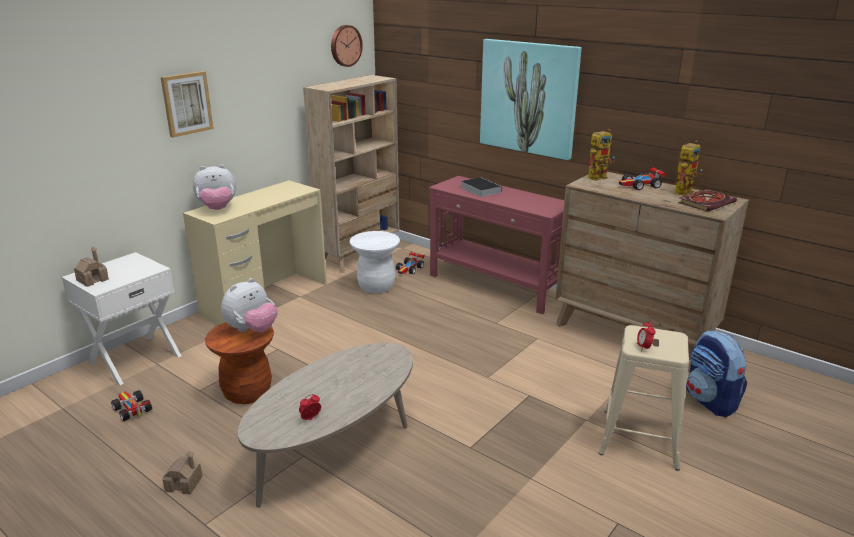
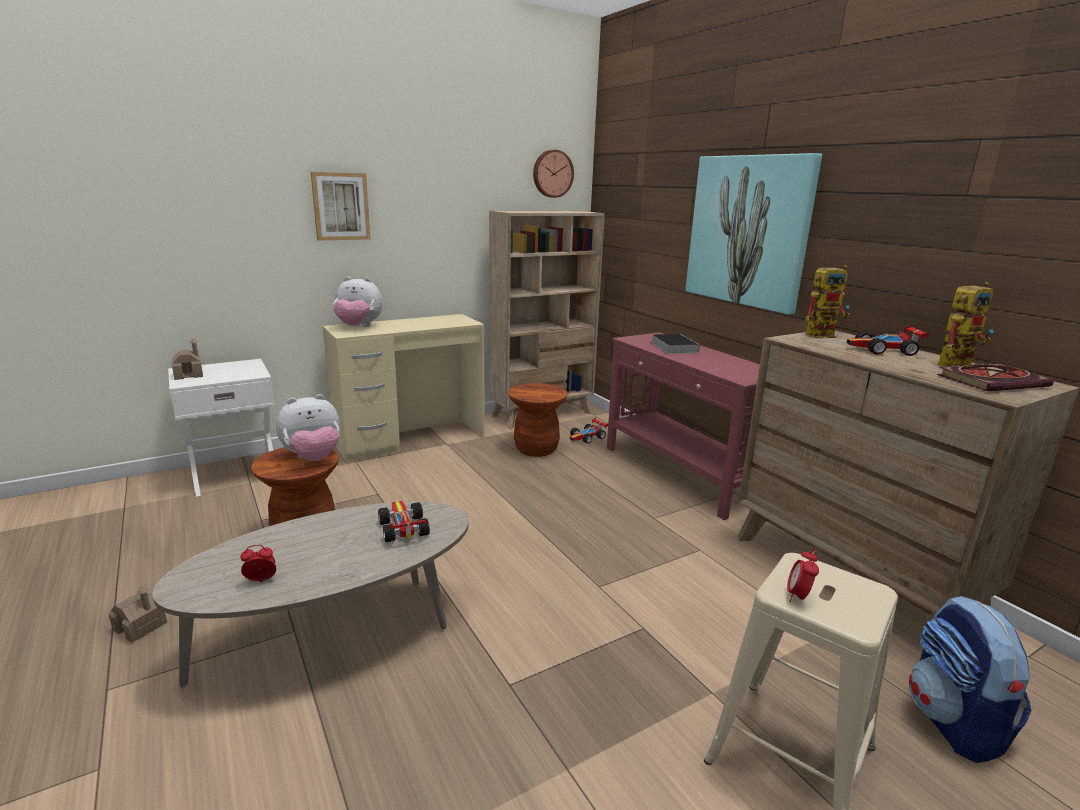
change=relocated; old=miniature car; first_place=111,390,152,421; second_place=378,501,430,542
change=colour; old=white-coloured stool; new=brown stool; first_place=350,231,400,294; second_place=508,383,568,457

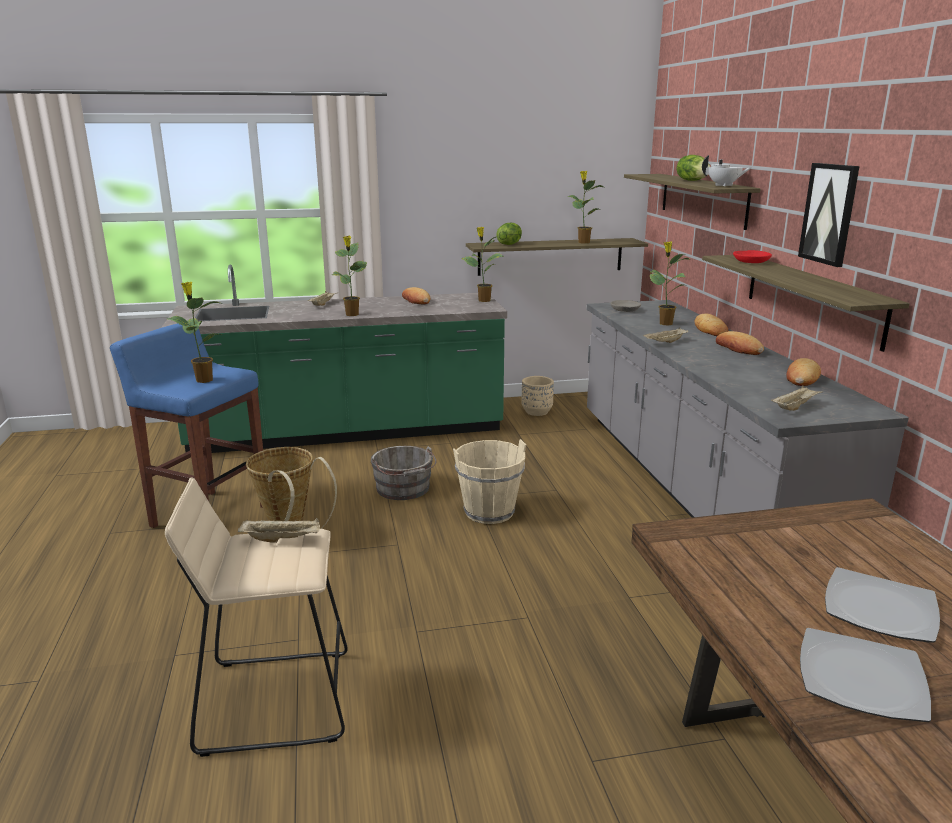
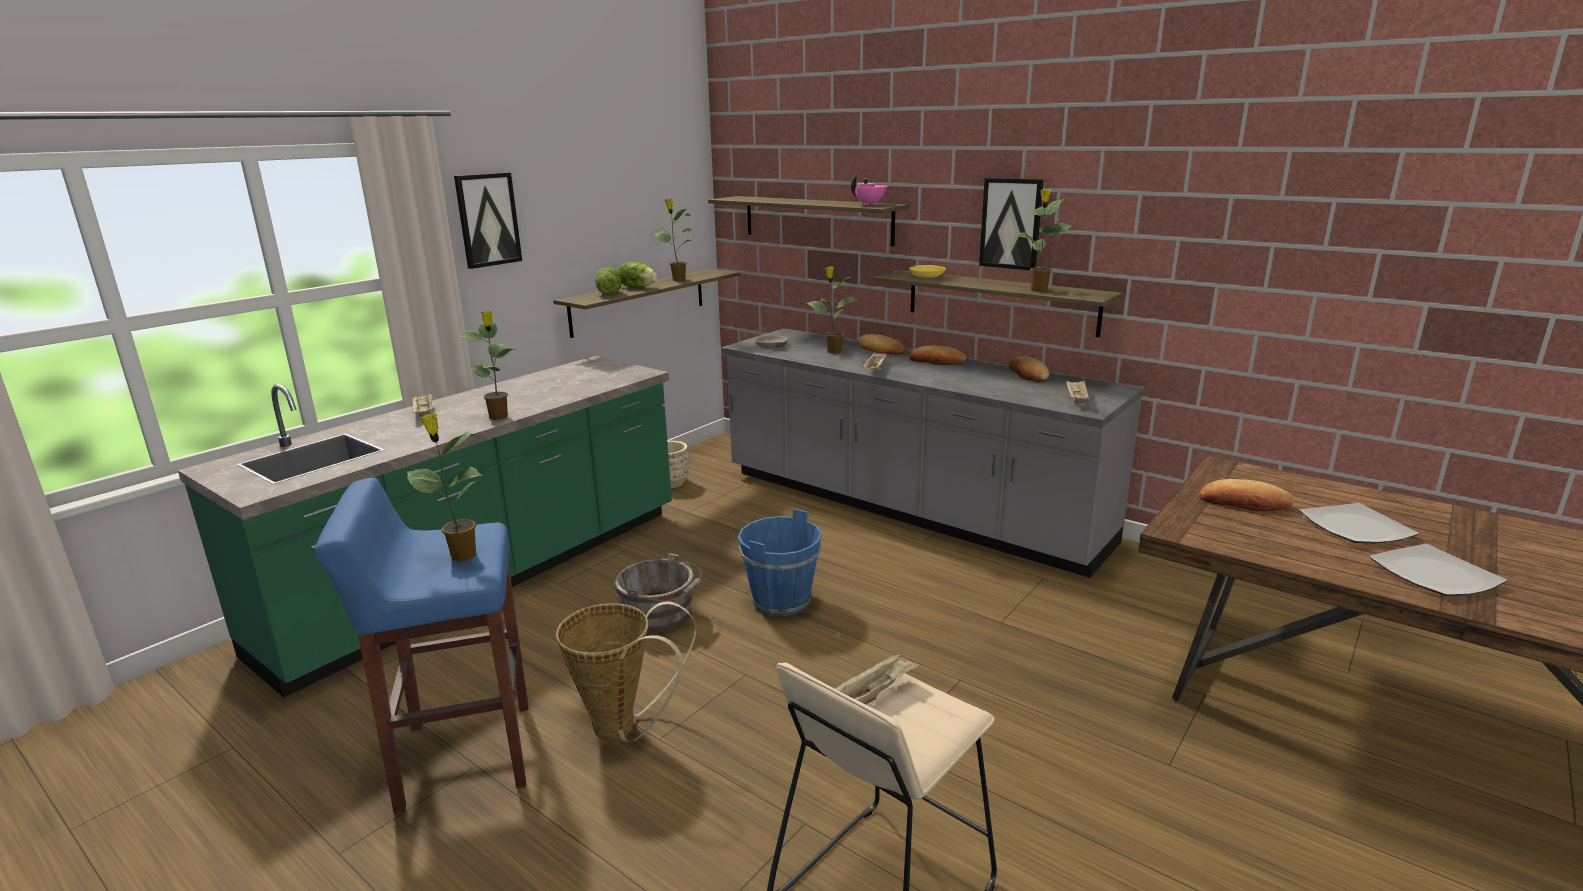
change=appeared; new=wall picture; second_place=454,172,522,269
change=relocated; old=lettuce; first_place=677,155,710,181; second_place=617,262,657,288
change=colour; old=beige bucket; new=bluish bucket; first_place=453,439,526,524; second_place=738,508,822,616
change=colour; old=white-coloured tea pot; new=pinkish tea pot; first_place=702,155,751,186; second_place=851,175,889,205
change=colour; old=reddish serving bowl; new=yellow serving bowl; first_place=733,250,772,263; second_place=909,265,946,278
change=relocated; old=houseplant; first_place=461,227,503,302; second_place=1015,188,1072,292
change=relocated; old=baked bread; first_place=402,287,431,305; second_place=1200,479,1294,511

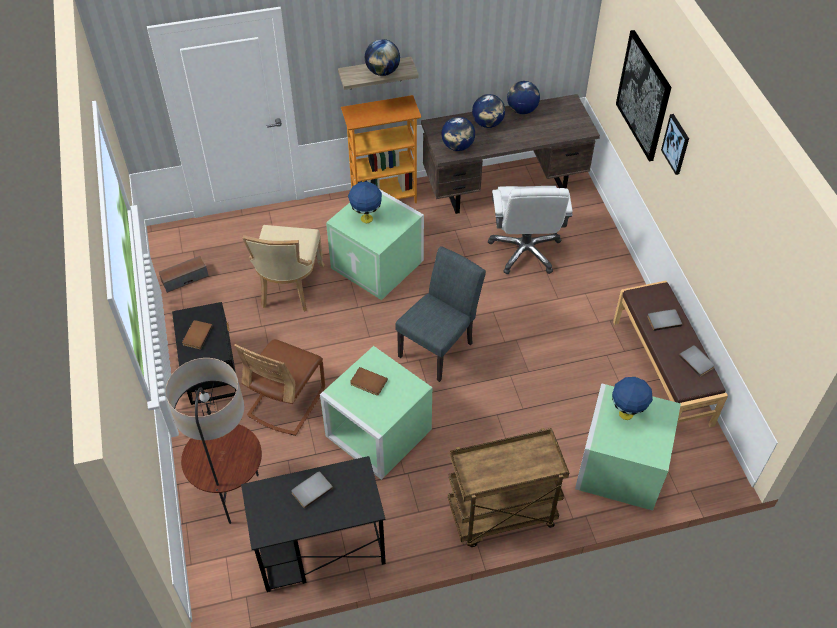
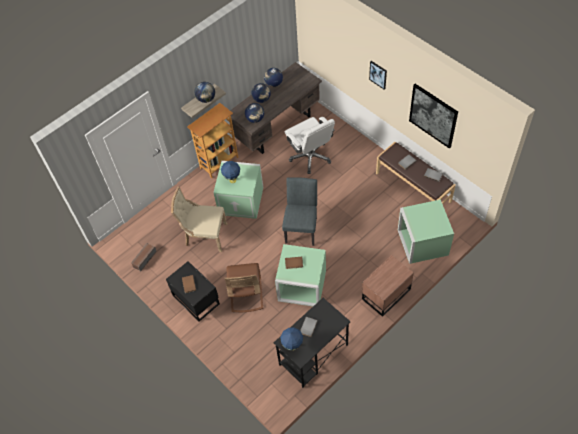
change=spun; old=beige chair; first_place=243,225,324,312; second_place=171,187,228,252; degrees=120
change=relocated; old=bluish lamp for a table; first_place=612,377,653,420; second_place=280,327,303,351
change=exchanged; old=brown trolley; new=brown nightstand; first_place=448,428,569,547; second_place=362,255,414,317
change=relocated; old=wall picture; first_place=616,30,671,161; second_place=409,84,458,149
change=missing; old=standing lamp; first_place=166,358,262,524

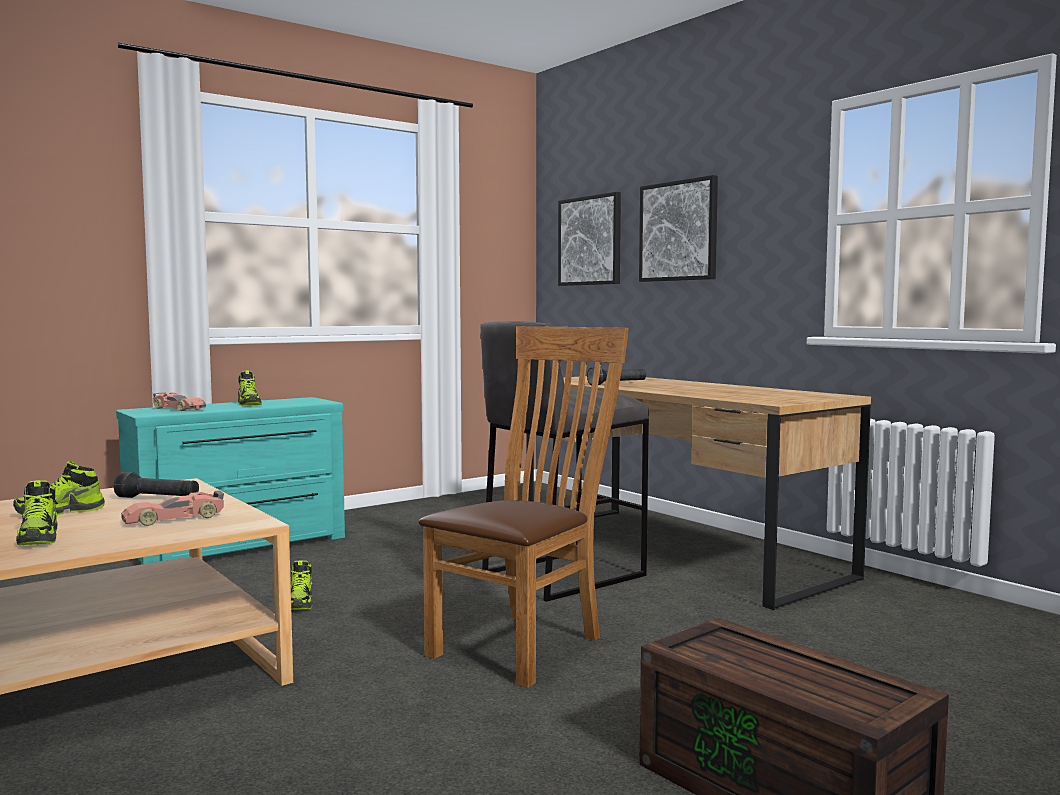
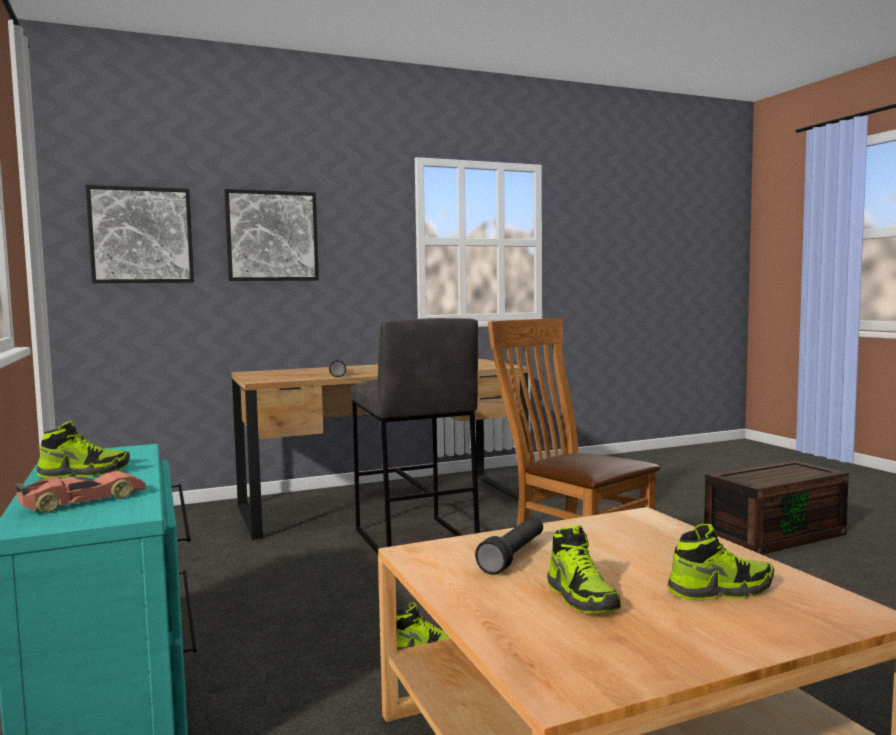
change=missing; old=miniature car; first_place=121,490,224,526

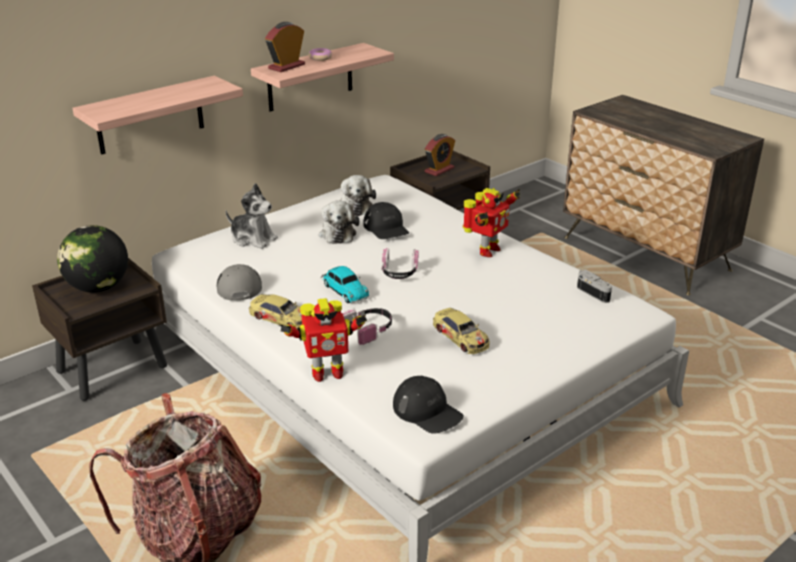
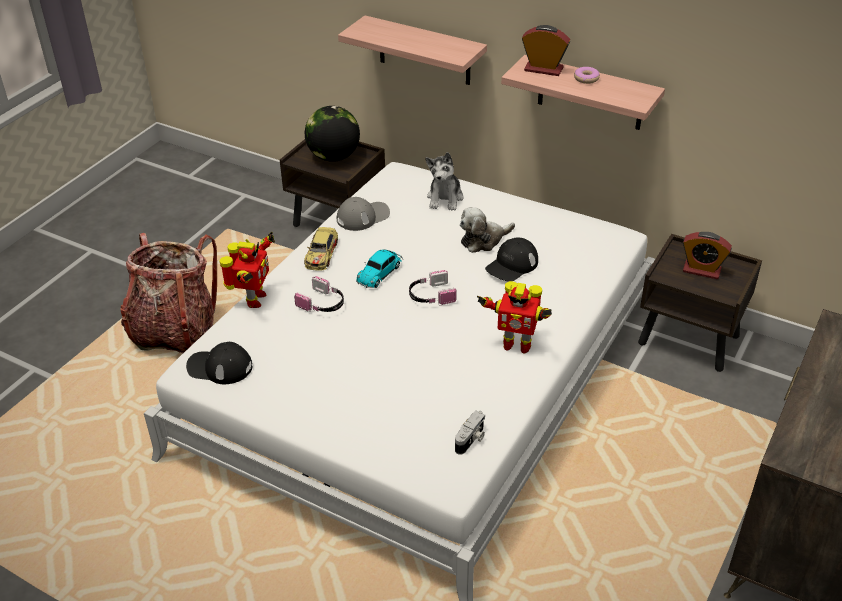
change=spun; old=black peaked cap; first_place=393,376,464,434; second_place=186,342,252,384; degrees=75
change=spun; old=model robot; first_place=279,298,367,382; second_place=220,232,275,308; degrees=-135
change=missing; old=soft toy; first_place=341,175,376,216
change=missing; old=miniature car; first_place=433,308,490,354

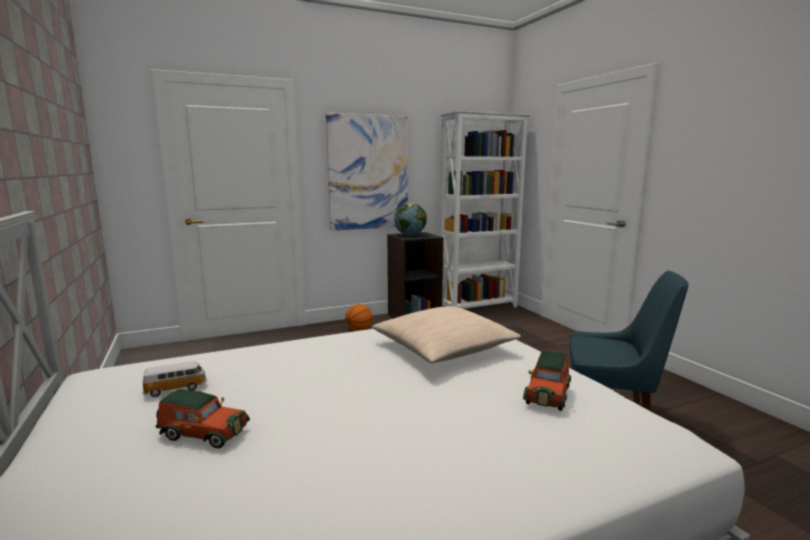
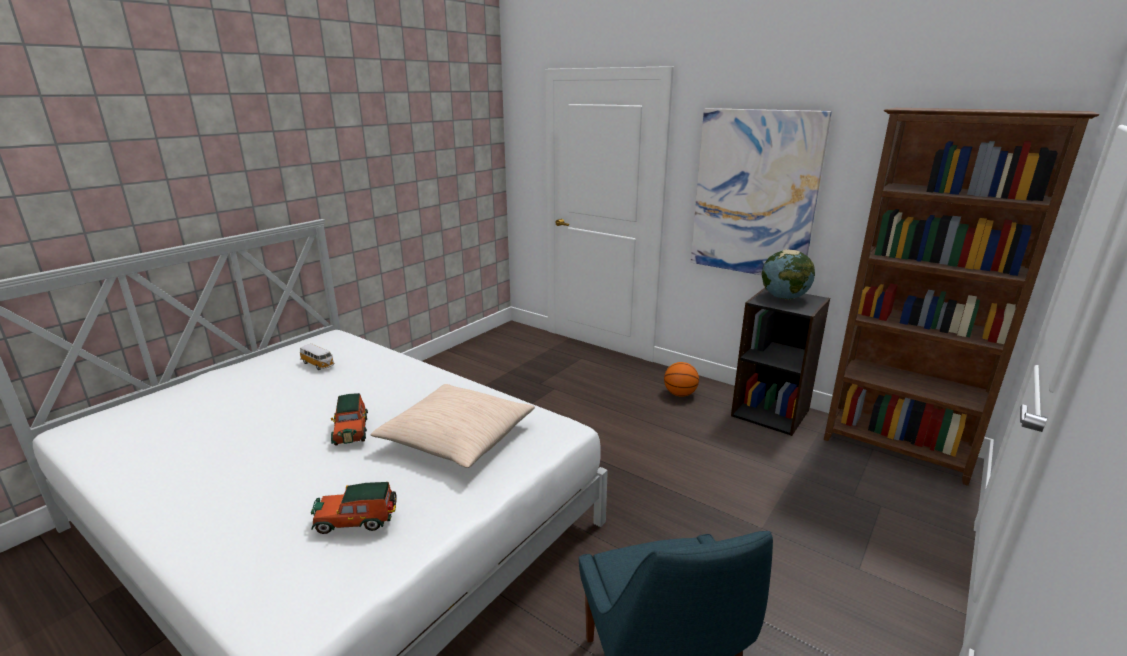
change=relocated; old=miniature car; first_place=156,389,250,448; second_place=331,393,368,445
change=colour; old=white-coloured bookcase; new=brown bookcase; first_place=440,111,531,309; second_place=824,108,1100,486

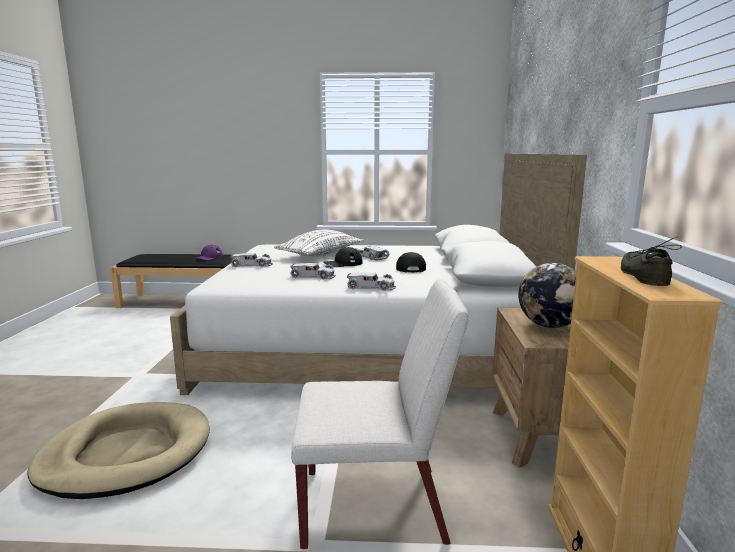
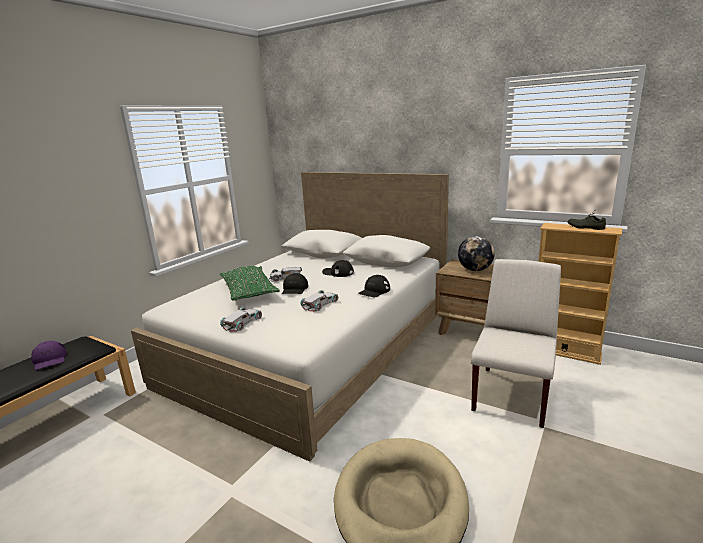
change=colour; old=white-coloured throw pillow; new=green throw pillow; first_place=274,230,364,257; second_place=220,266,280,301
change=exchanged; old=white-coloured miniature car; new=black peaked cap; first_place=347,272,396,291; second_place=358,275,390,298

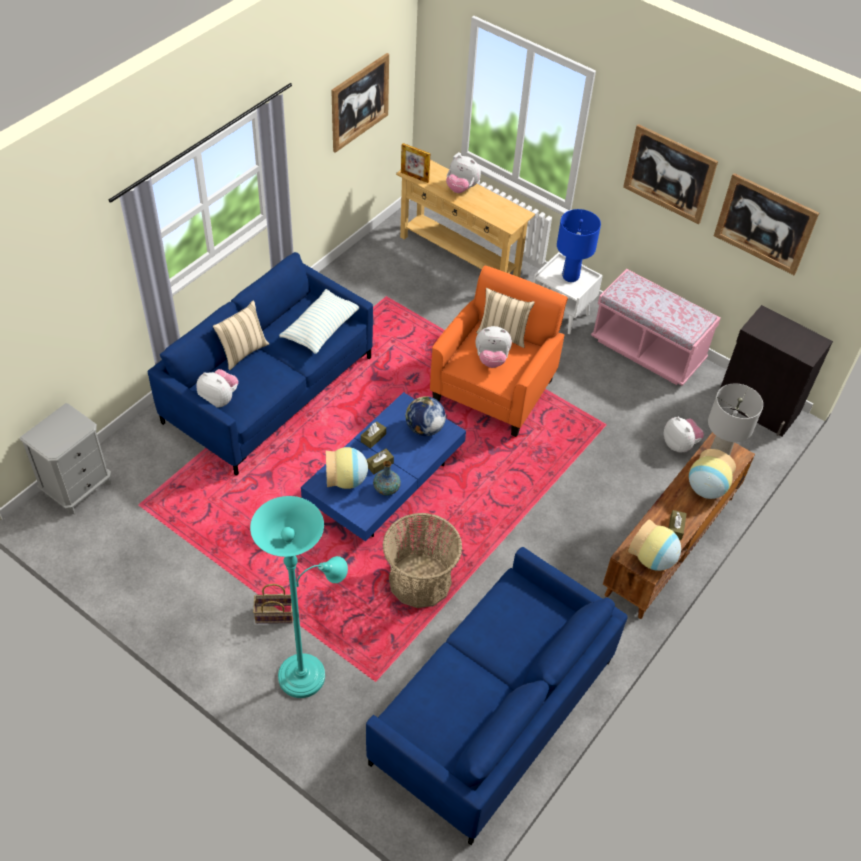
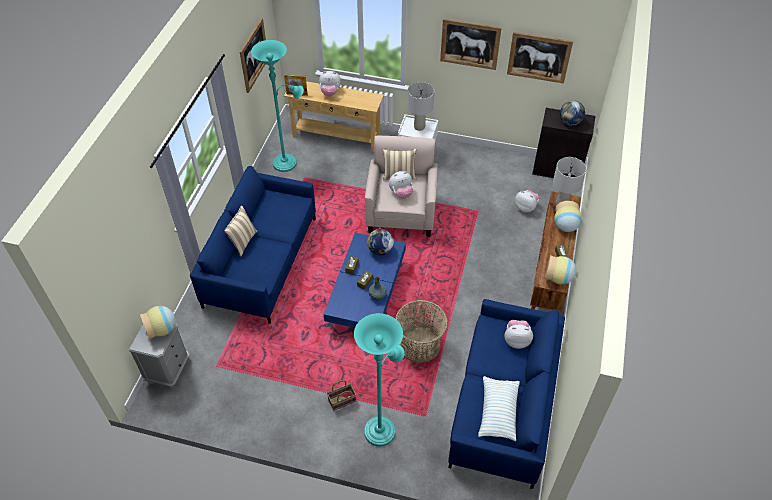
change=relocated; old=flower vase; first_place=326,447,368,489; second_place=140,306,175,339
change=appeared; new=turquoise standing lamp; second_place=251,40,304,172
change=colour; old=orange-coloured easy chair; new=beige easy chair; first_place=430,265,568,437; second_place=365,136,438,237
change=colour; old=bluish lamp for a table; new=grey lamp for a table; first_place=557,209,601,282; second_place=408,82,434,131
change=relocated; old=throw pillow; first_place=279,289,359,354; second_place=478,376,520,441
change=relocated; old=soft toy; first_place=196,369,238,408; second_place=505,320,533,349
change=appeared; new=world globe; second_place=560,100,585,126
change=missing; old=pinkish indoor bench; first_place=591,269,721,386

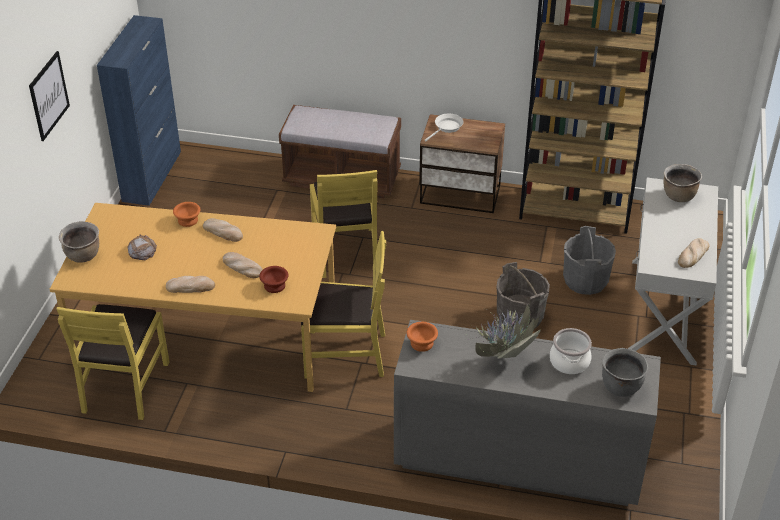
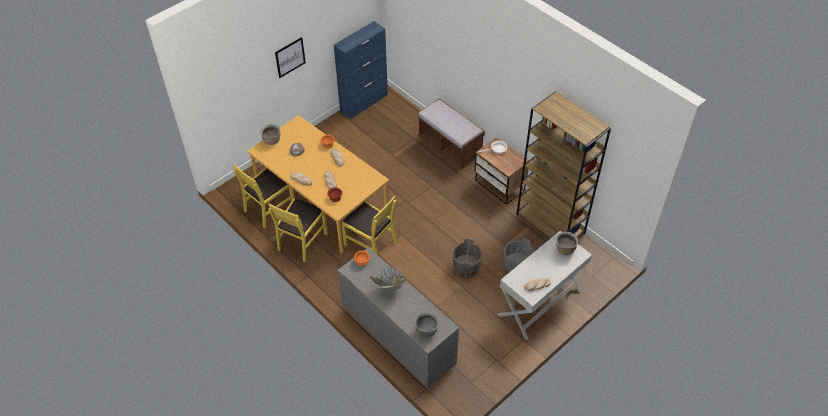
change=relocated; old=yellow chair; first_place=310,170,378,278; second_place=268,198,328,262
change=missing; old=saucepot; first_place=550,328,592,374

